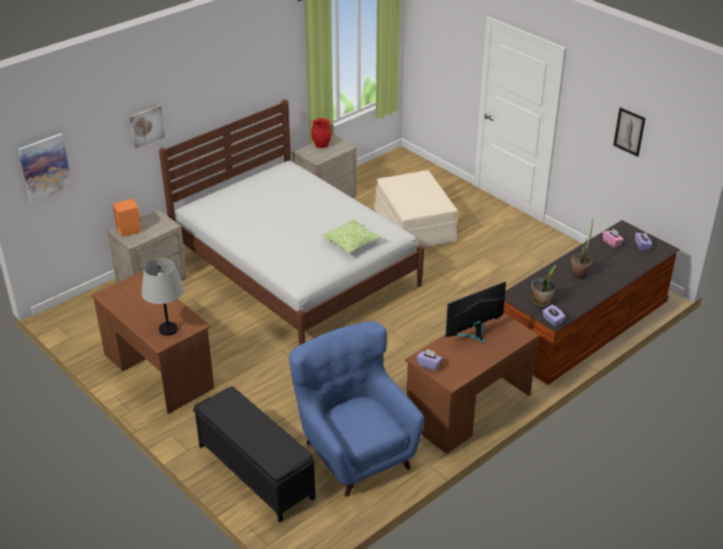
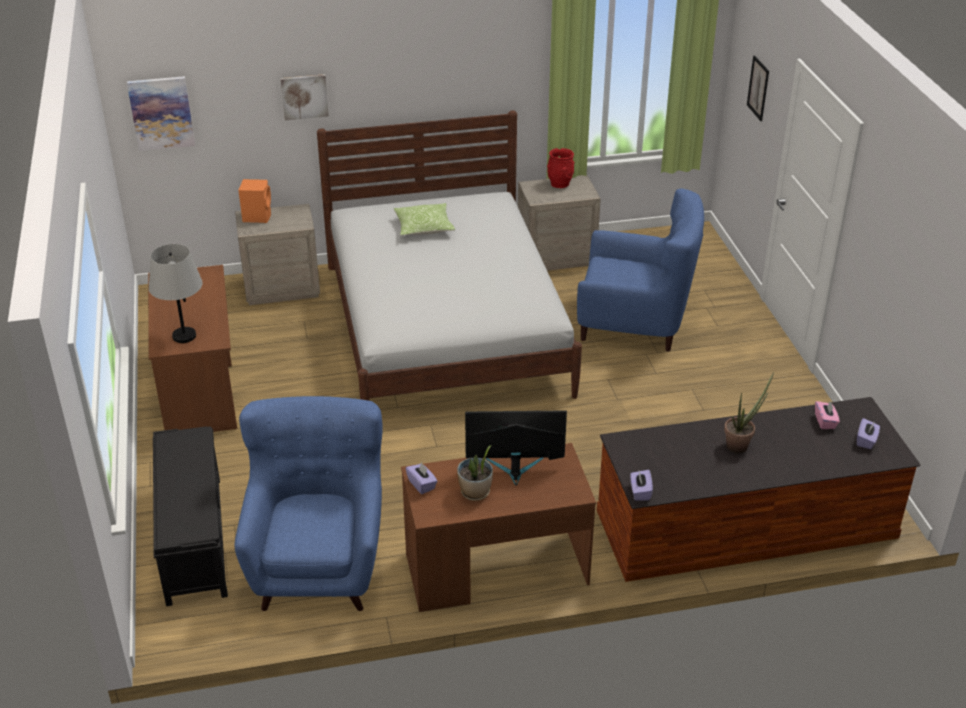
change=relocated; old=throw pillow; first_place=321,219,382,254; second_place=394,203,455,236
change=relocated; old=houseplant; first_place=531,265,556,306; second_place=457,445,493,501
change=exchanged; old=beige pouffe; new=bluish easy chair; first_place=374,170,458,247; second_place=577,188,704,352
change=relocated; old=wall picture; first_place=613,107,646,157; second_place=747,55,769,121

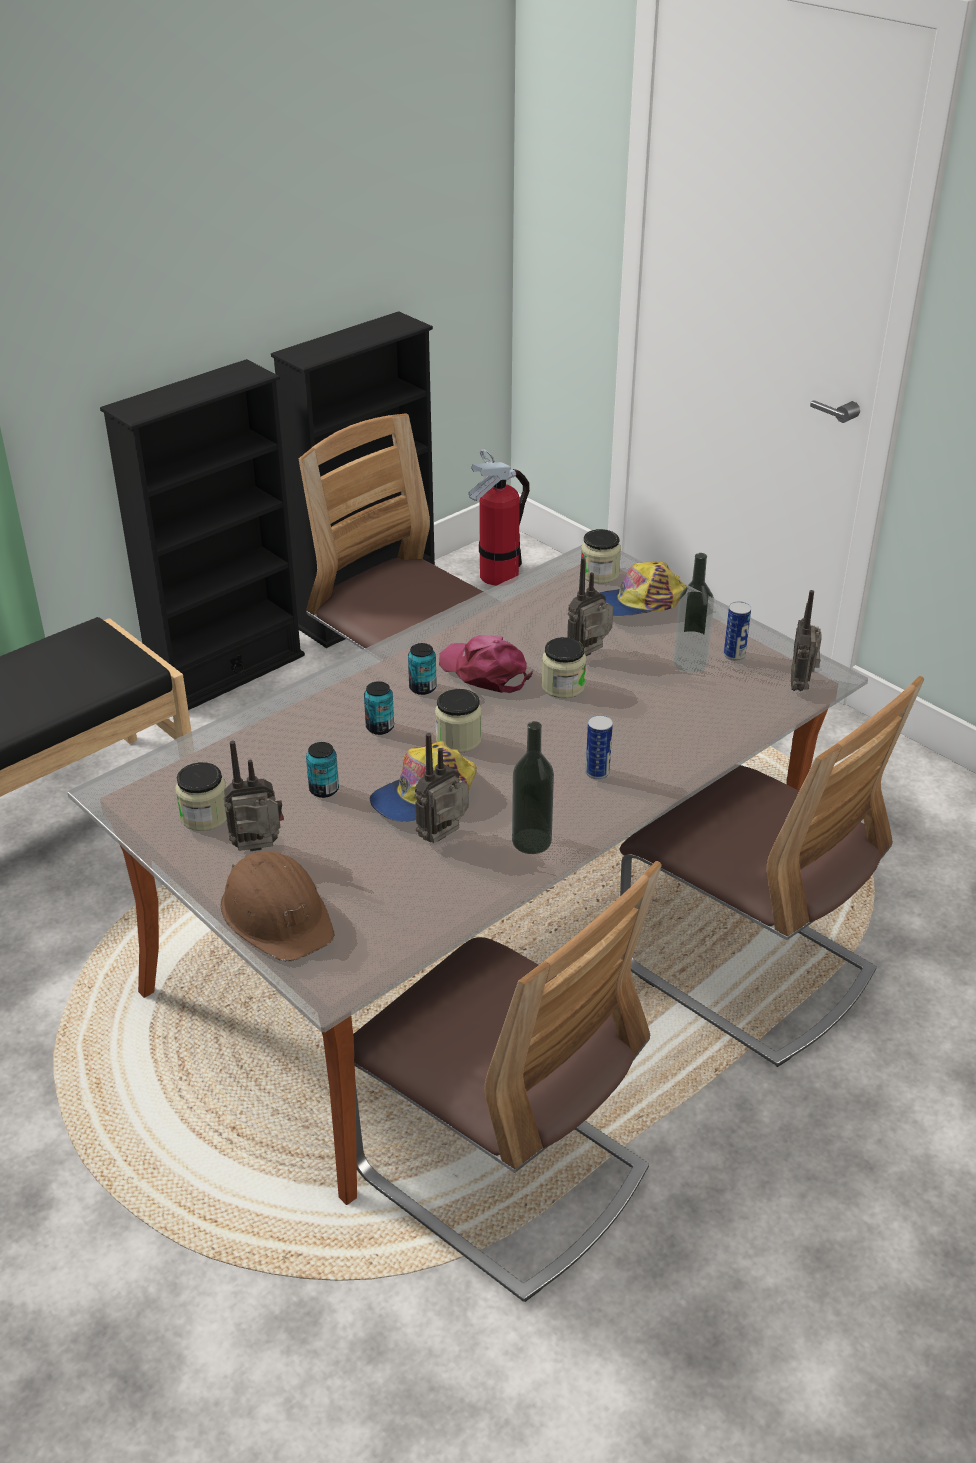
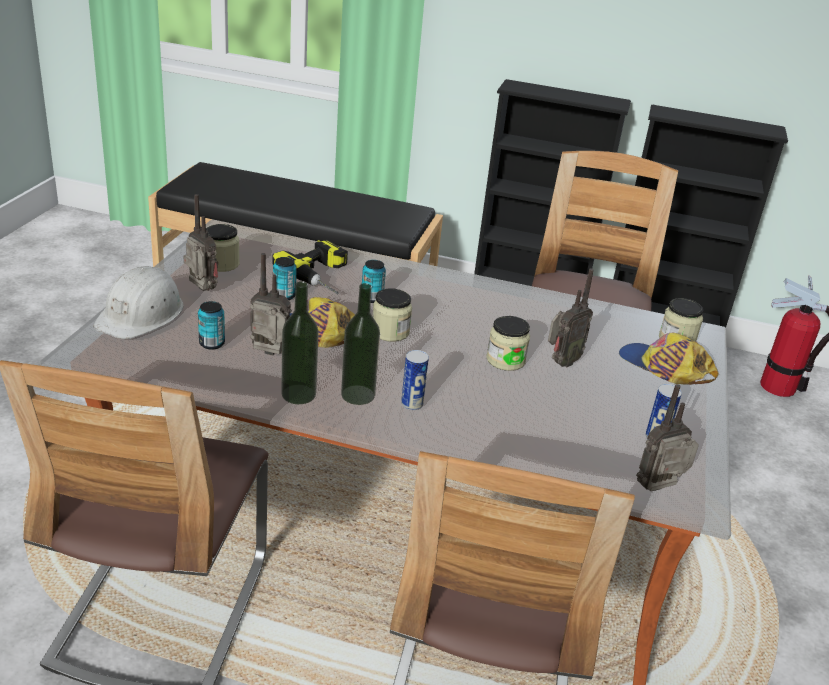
change=colour; old=brown work helmet; new=white-coloured work helmet; first_place=221,851,335,961; second_place=93,266,184,339
change=relocated; old=sealed can; first_place=408,643,437,695; second_place=198,301,225,349
change=appeared; new=power drill; second_place=272,240,348,295
change=relocated; old=drink bottle; first_place=673,553,714,673; second_place=341,283,380,405
change=spun; old=radio set; first_place=567,557,613,656; second_place=548,268,593,367; degrees=120
change=missing; old=pinkish peaked cap; first_place=439,635,533,693

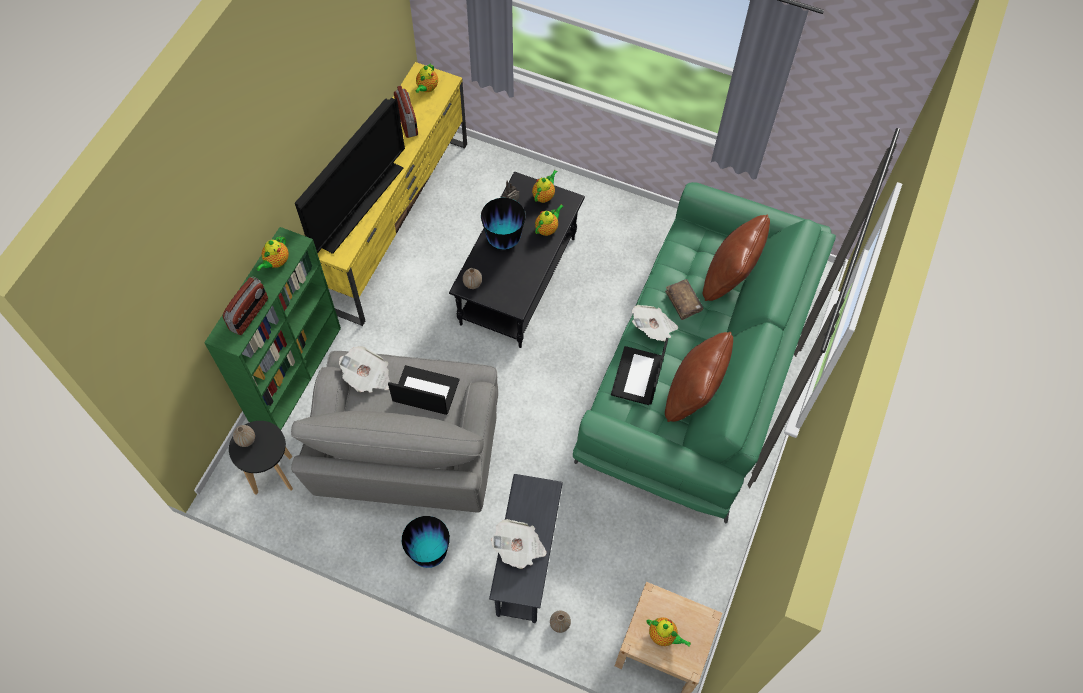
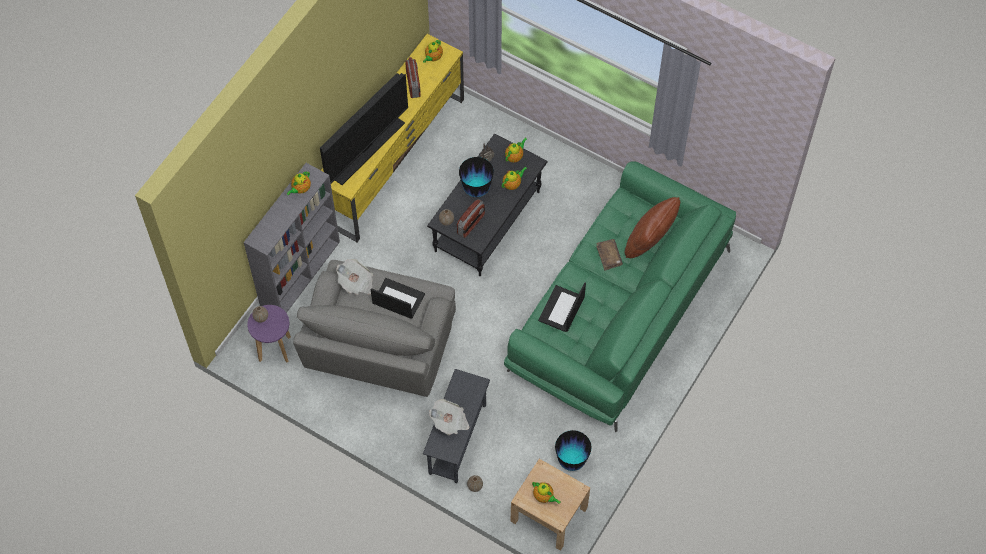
change=colour; old=green bookcase; new=grey bookcase; first_place=204,227,341,430; second_place=244,163,340,313
change=colour; old=black stool; new=purplish stool; first_place=229,421,293,495; second_place=247,305,291,362
change=relocated; old=radio set; first_place=223,277,268,335; second_place=457,199,485,238
change=relocated; old=flower vase; first_place=402,516,450,568; second_place=555,430,592,471
change=missing; old=newspaper; first_place=632,305,678,342
change=missing; old=brown throw pillow; first_place=665,332,733,422

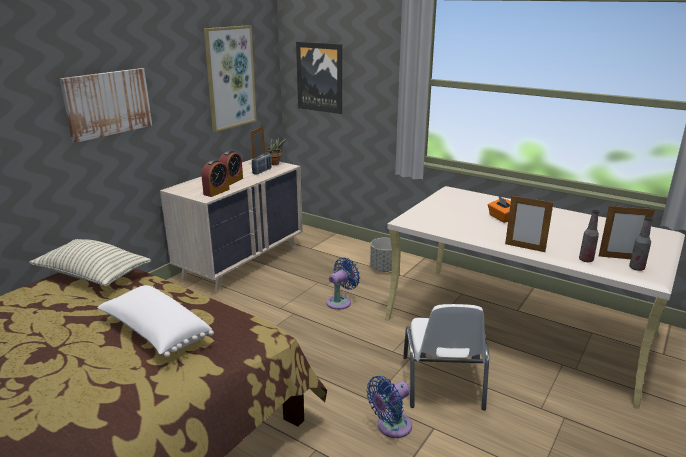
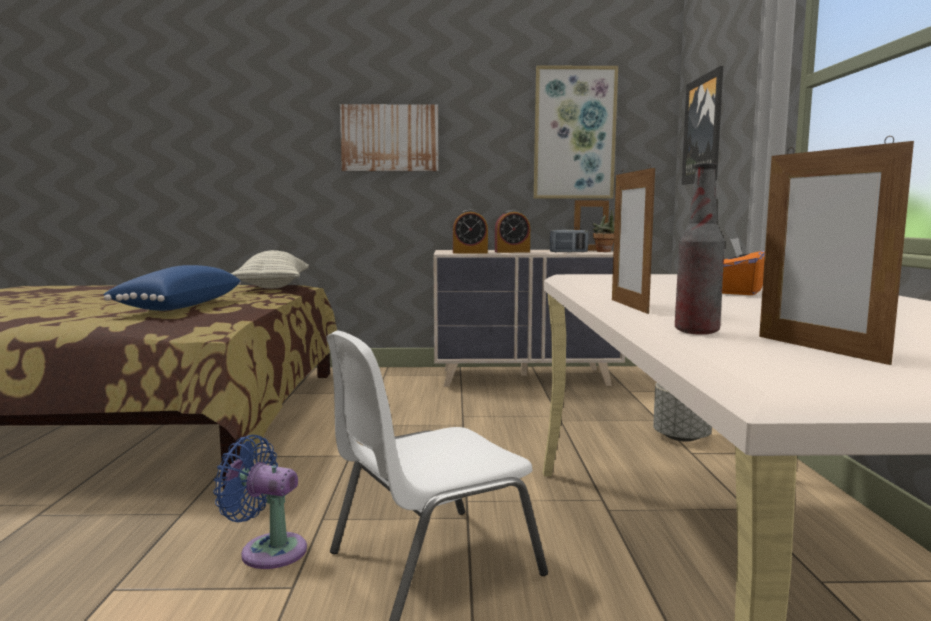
change=colour; old=white-coloured throw pillow; new=bluish throw pillow; first_place=97,285,214,357; second_place=103,265,241,311
change=missing; old=bluish cooling fan; first_place=326,258,360,310
change=missing; old=drink bottle; first_place=629,217,653,271

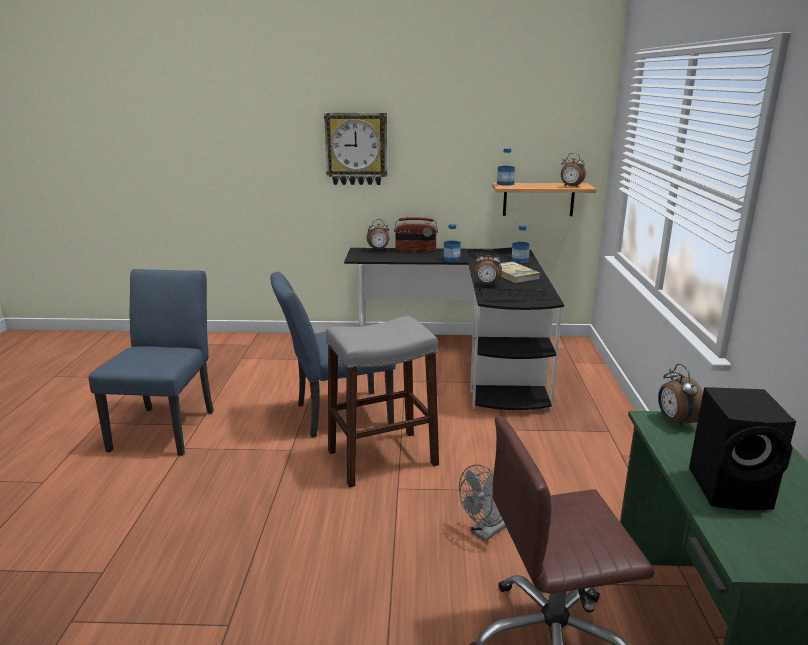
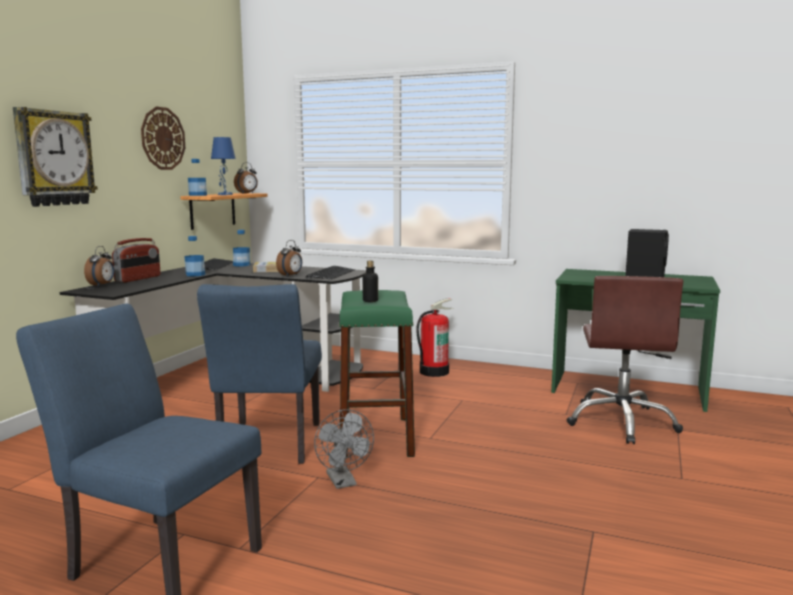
change=appeared; new=wall clock; second_place=141,107,185,170
change=appeared; new=bluish lamp for a table; second_place=211,137,236,195
change=relocated; old=grey cooling fan; first_place=459,464,506,541; second_place=314,409,374,489
change=colour; old=grey stool; new=green stool; first_place=326,316,439,488; second_place=339,290,415,459
change=appeared; new=drink bottle; second_place=362,261,378,302
change=appeared; new=extinguisher; second_place=416,299,454,377
change=missing; old=alarm clock; first_place=658,364,703,428

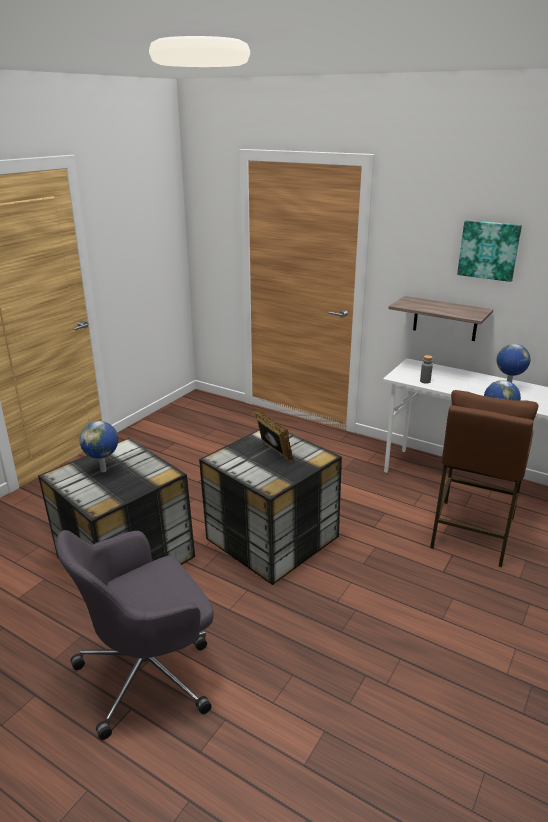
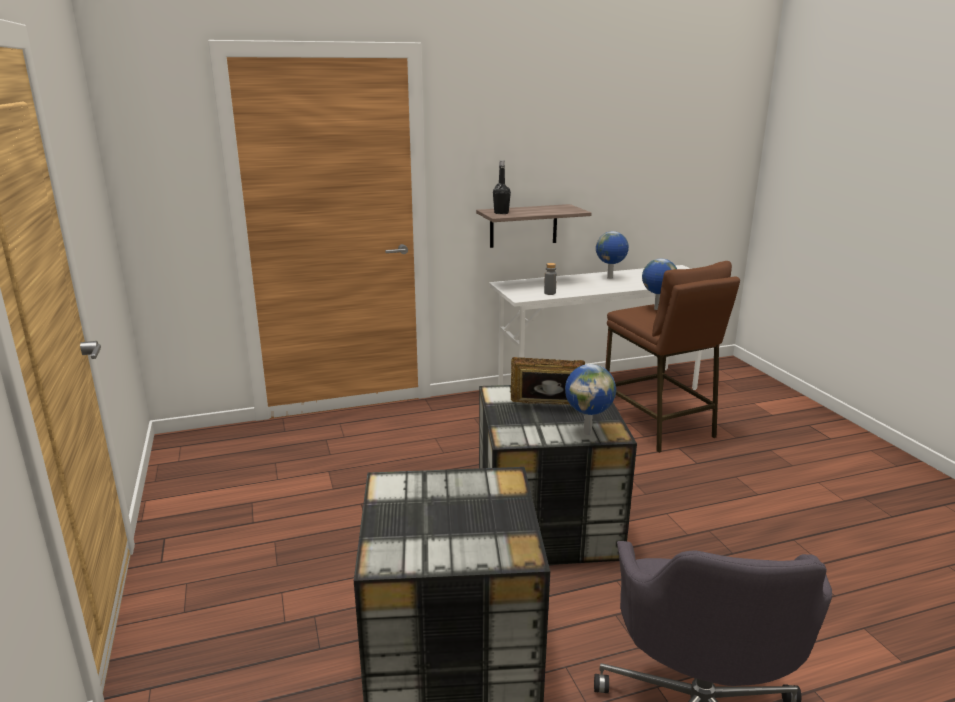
change=appeared; new=black drink bottle; second_place=493,160,511,214
change=relocated; old=world globe; first_place=79,421,118,472; second_place=565,364,616,435
change=missing; old=wall picture; first_place=457,220,522,282

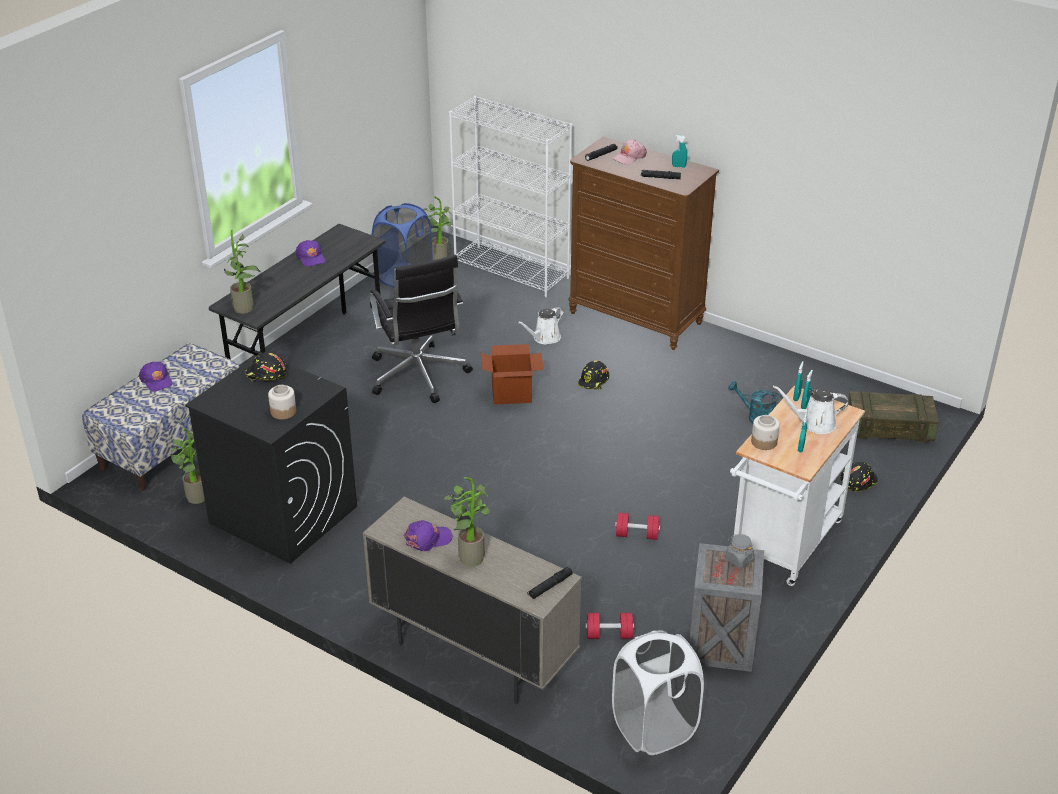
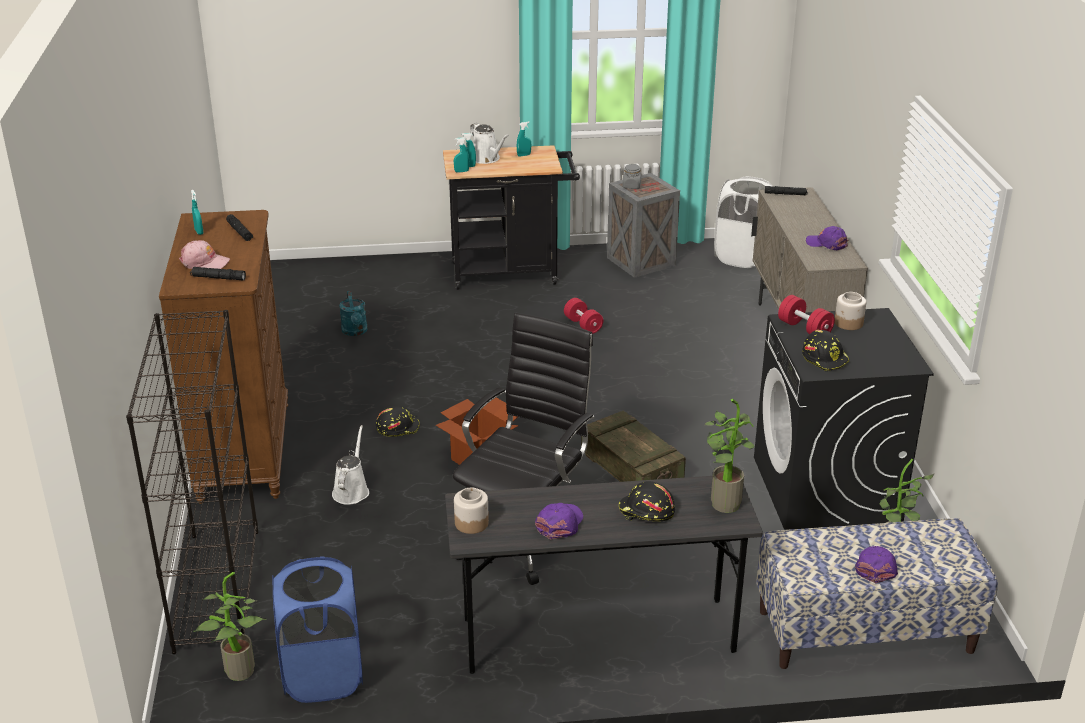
change=colour; old=white-coloured bookcase; new=black bookcase; first_place=449,96,572,297; second_place=126,310,258,654
change=spun; old=white-coloured sprinkling can; first_place=517,307,564,344; second_place=332,425,369,505; degrees=-90
change=colour; old=white-coloured trolley; new=black trolley; first_place=730,386,865,586; second_place=443,145,580,290
change=relocated; old=jar; first_place=751,415,780,450; second_place=454,488,489,534
change=relocated; old=shipping crate; first_place=848,391,939,442; second_place=581,411,686,482
change=relocated; old=black work helmet; first_place=840,462,878,492; second_place=619,481,675,522
change=relocated; old=reddish hand weight; first_place=585,613,634,639; second_place=778,295,835,334
change=missing; old=houseplant; first_place=443,477,490,567

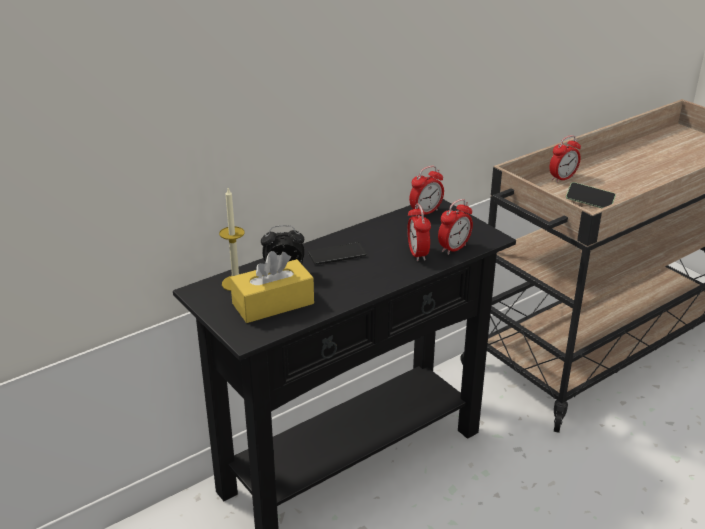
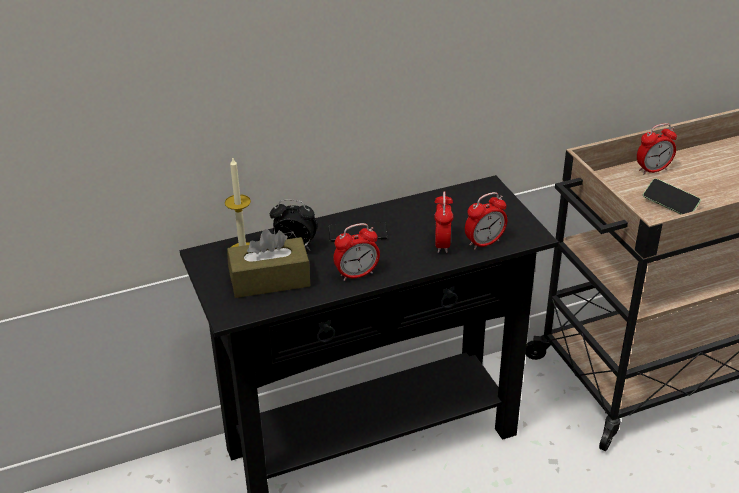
change=colour; old=yellow tissue holder; new=brown tissue holder; first_place=230,251,314,323; second_place=227,229,311,298
change=relocated; old=alarm clock; first_place=409,166,444,216; second_place=333,223,380,281

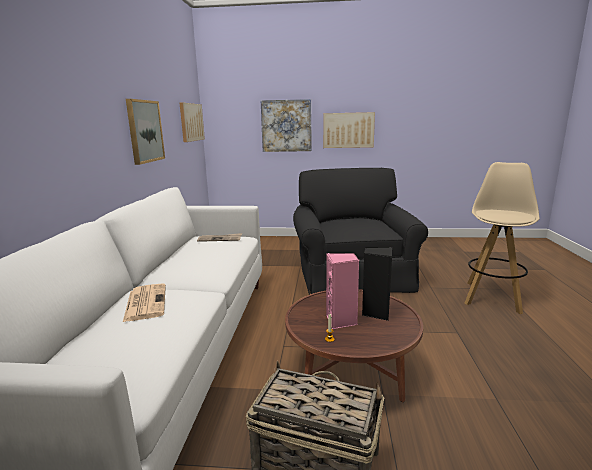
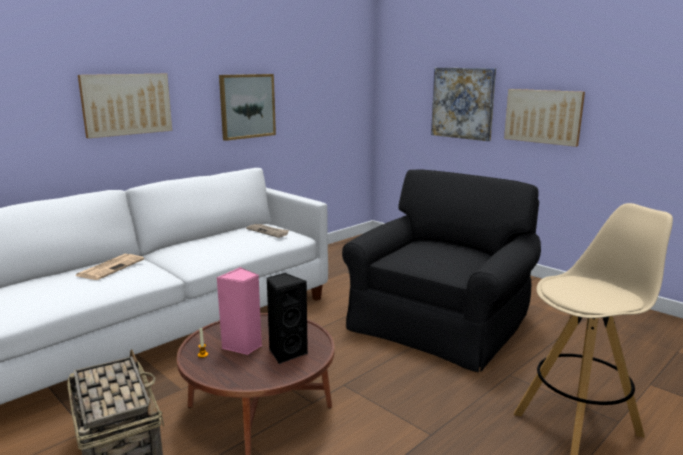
change=relocated; old=wall picture; first_place=180,103,205,142; second_place=78,74,172,138

